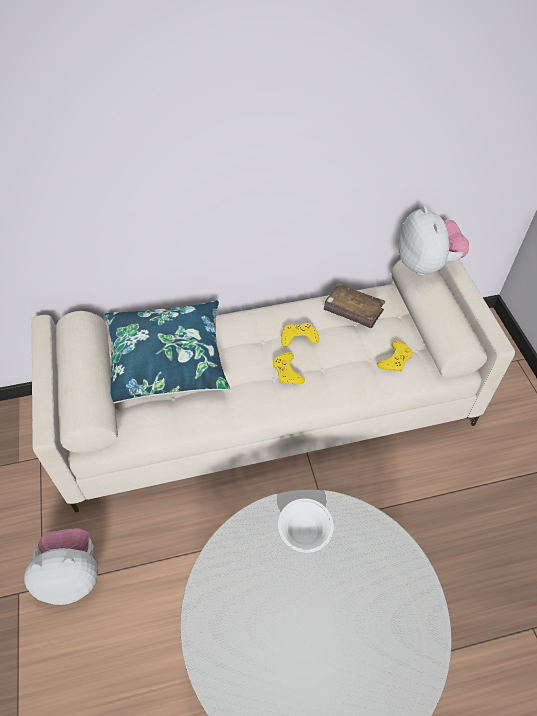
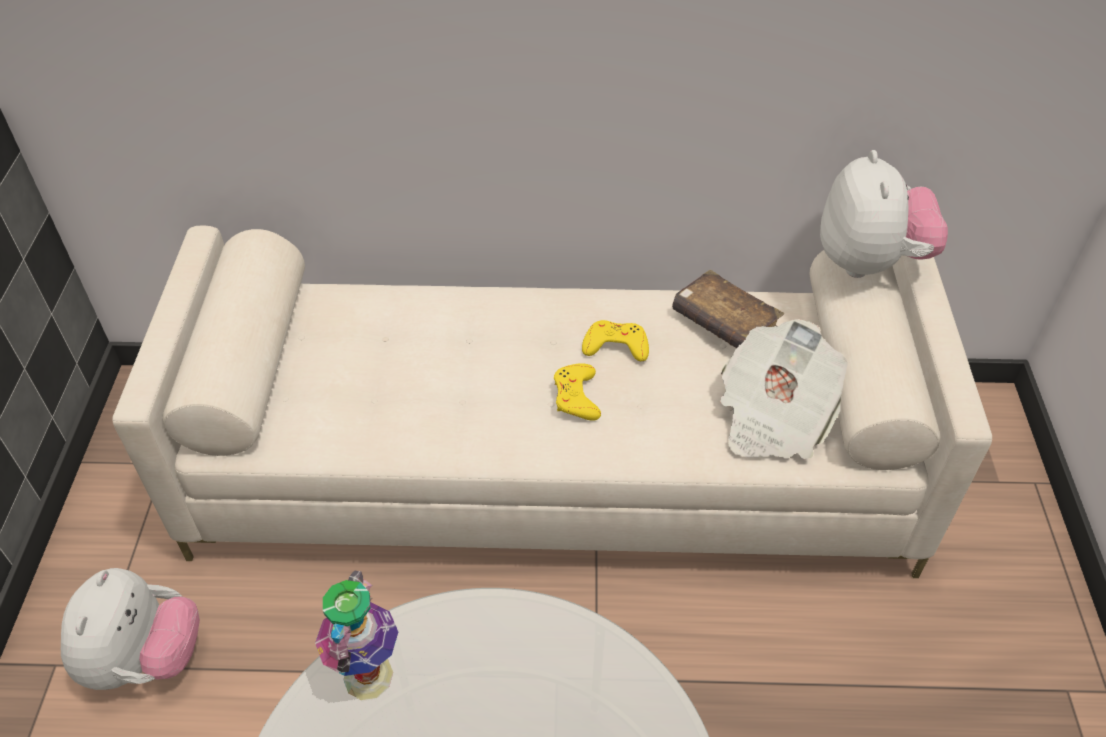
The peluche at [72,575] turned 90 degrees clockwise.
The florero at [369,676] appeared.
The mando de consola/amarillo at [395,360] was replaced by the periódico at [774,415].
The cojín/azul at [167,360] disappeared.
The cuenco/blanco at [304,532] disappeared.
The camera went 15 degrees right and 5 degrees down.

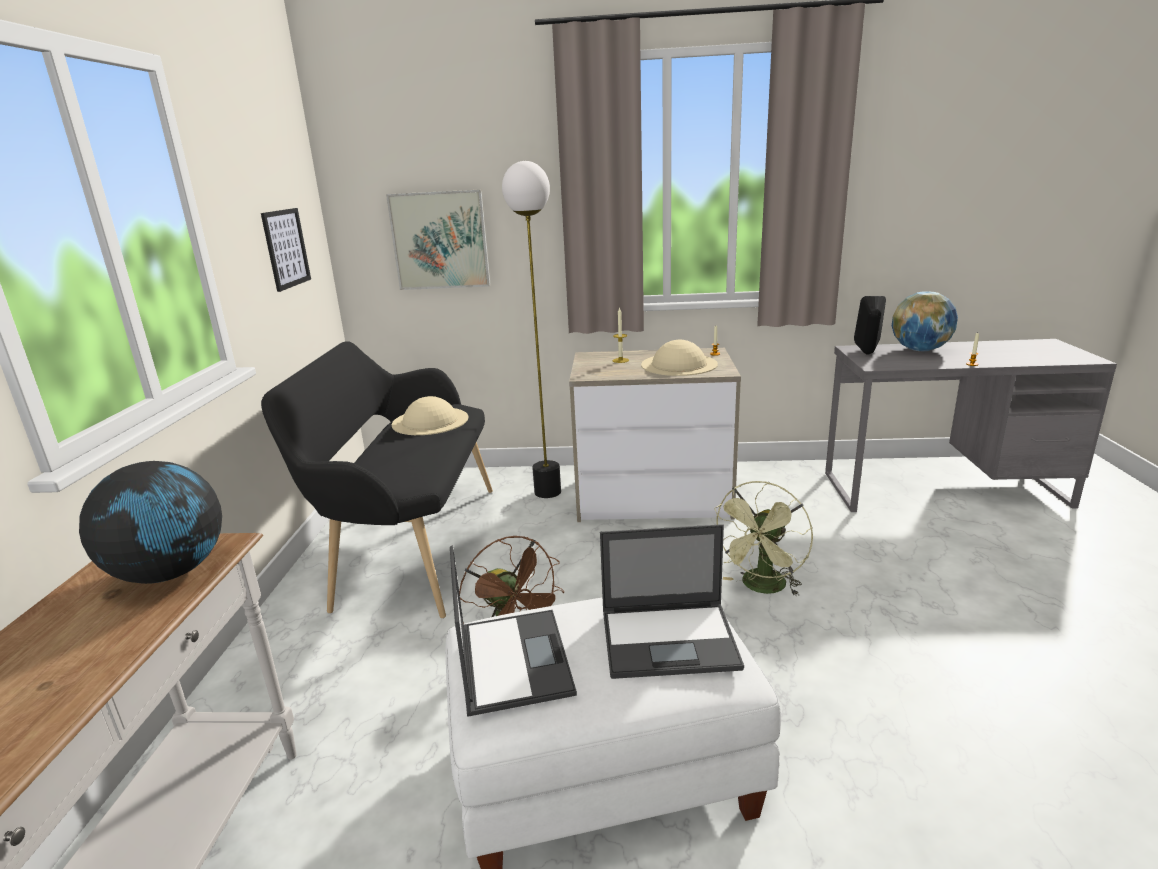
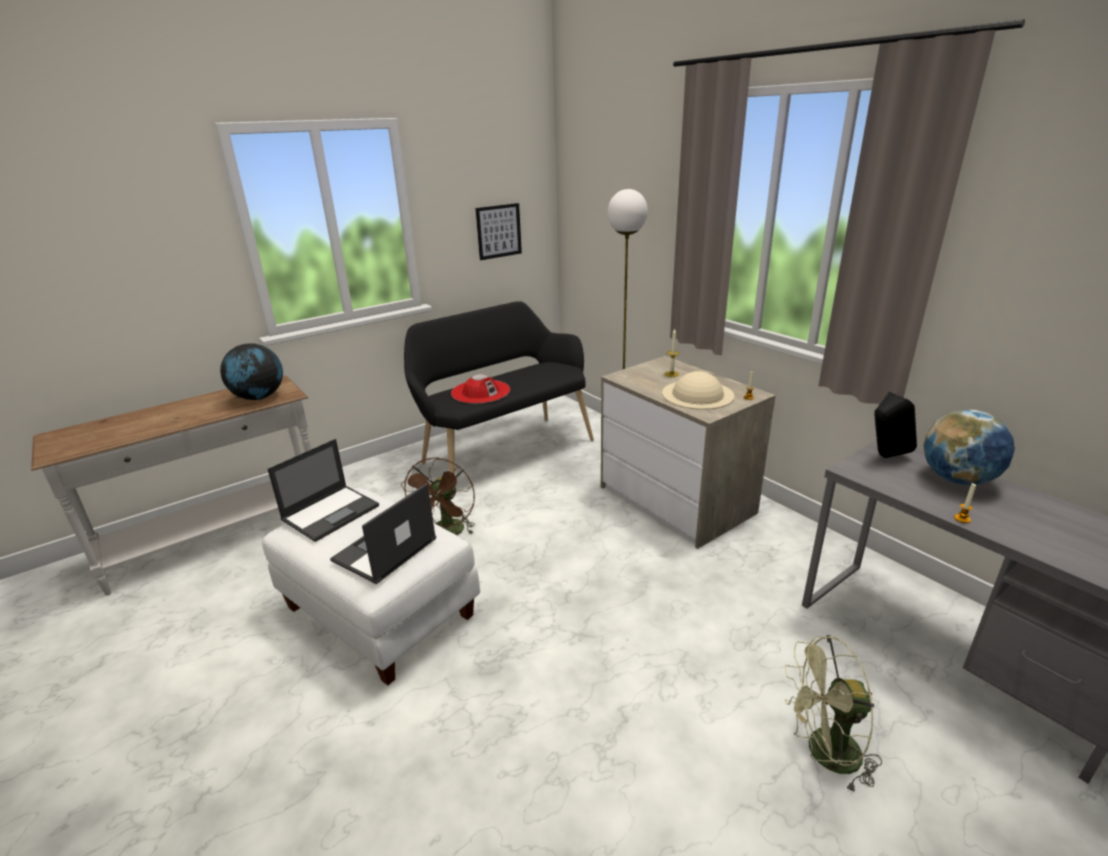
The portátil at [670,639] turned 75 degrees clockwise.
The sombrero/rojo at [480,392] appeared.
The ventilador/verde moved from [762,588] to [824,754].
The cuadro at [440,240] disappeared.
The sombrero/beis at [430,421] disappeared.
The camera went 50 degrees right and 5 degrees up.

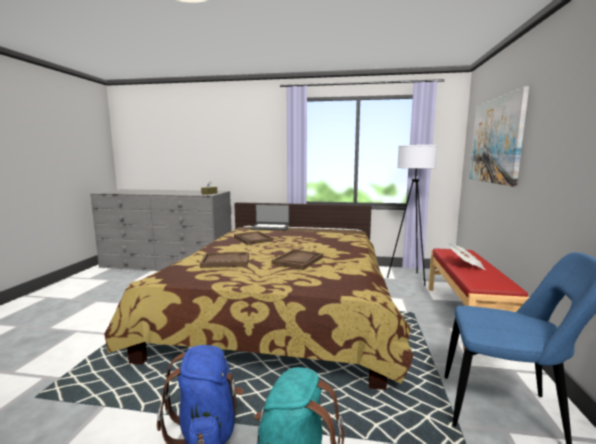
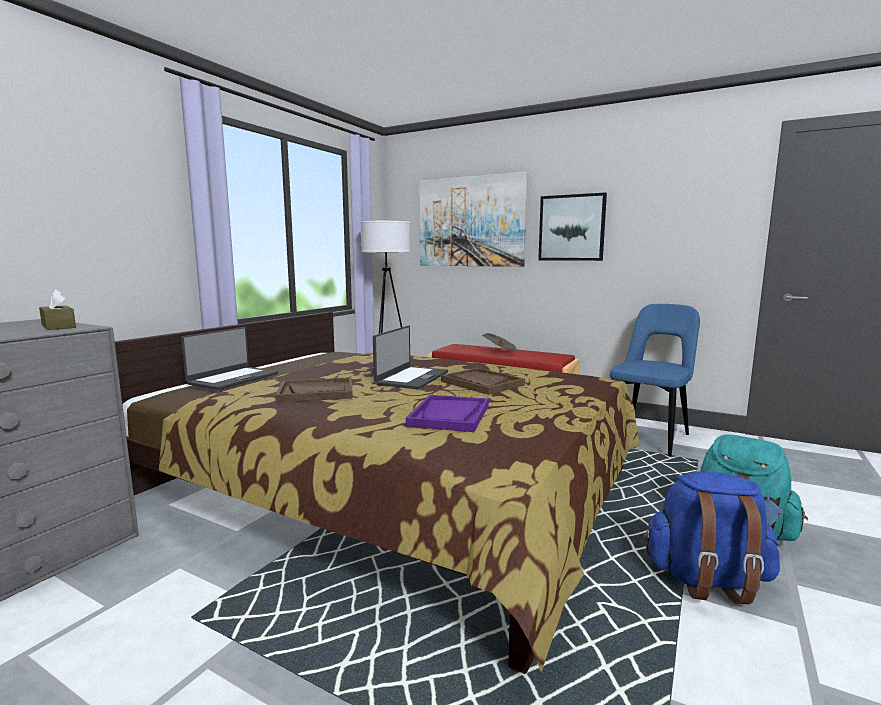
The portátil at [411,378] appeared.
The bandeja/marrón at [225,261] became the bandeja/morado at [449,415].
The cuadro at [571,228] appeared.
The camera went 70 degrees left and 0 degrees up.

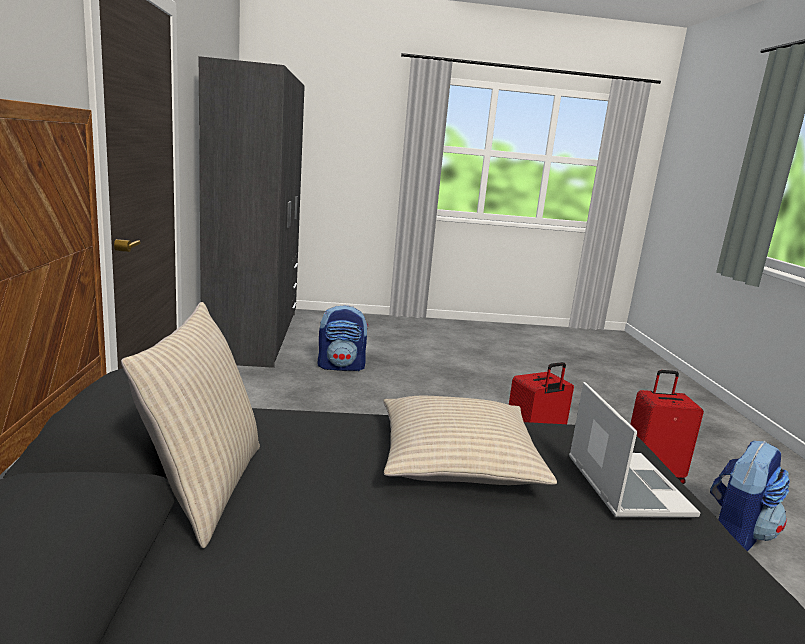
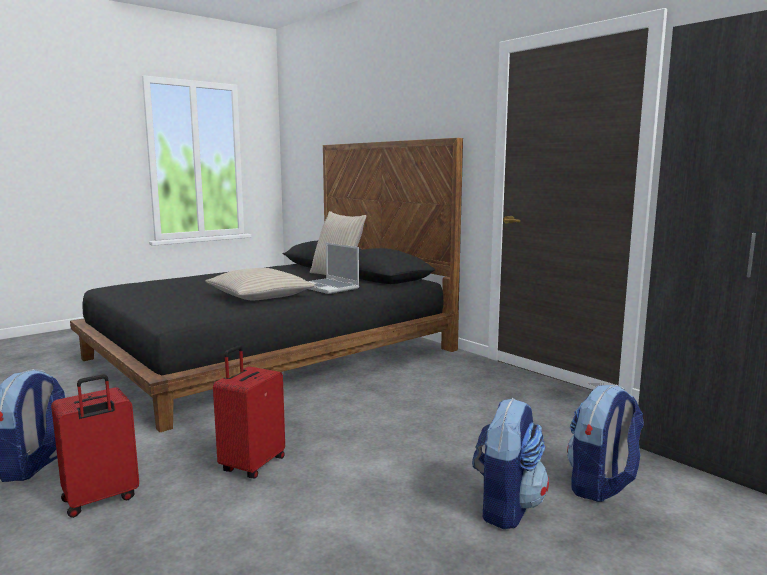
The portátil moved from [624,485] to [329,287].
The mochila at [506,507] appeared.
The camera went 145 degrees right and 5 degrees down.

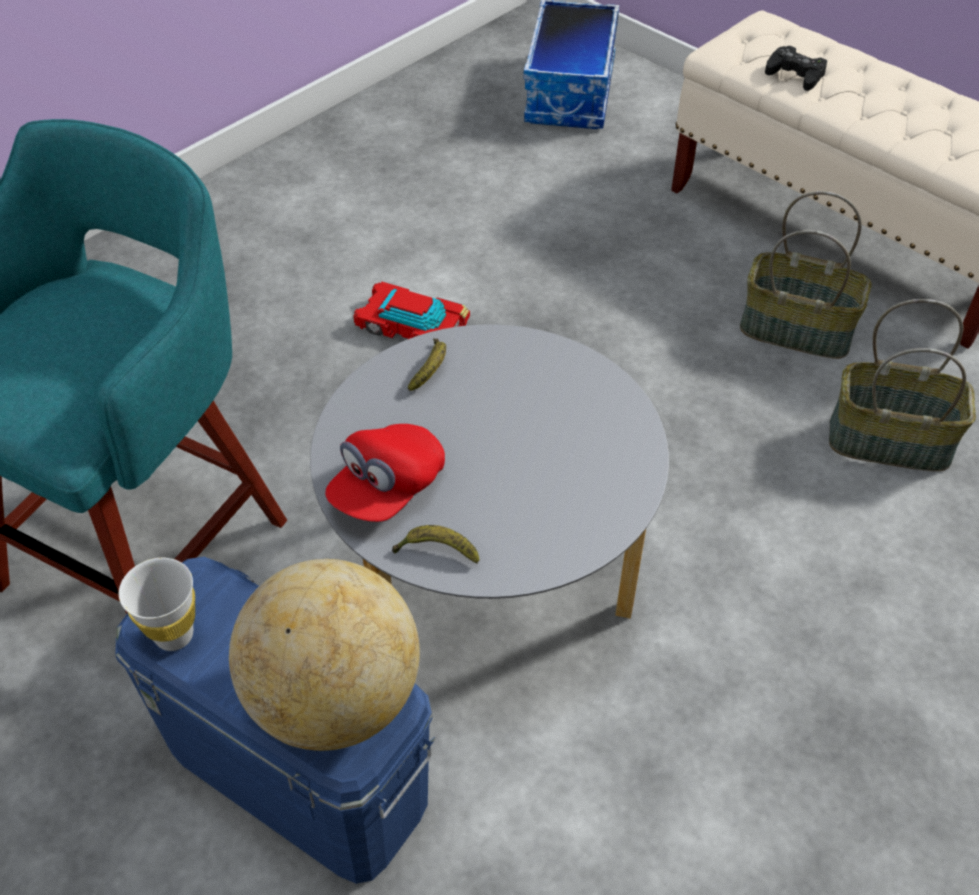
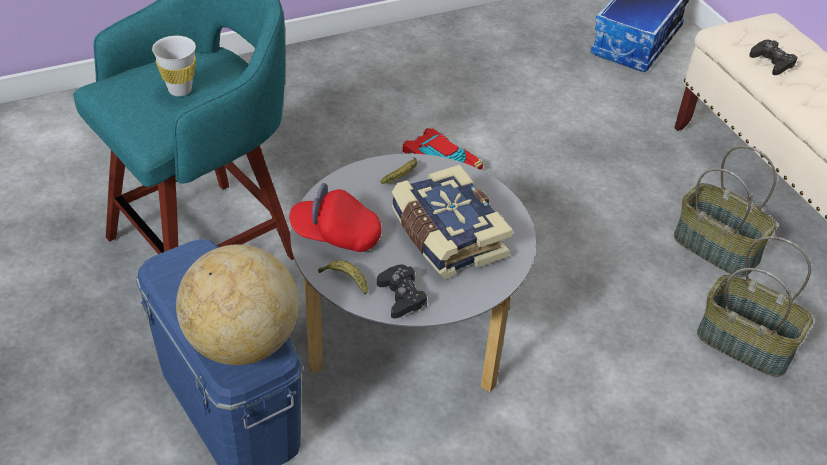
The taza/blanco moved from [174,635] to [180,90].
The gorra/rojo at [387,488] turned 45 degrees clockwise.
The mando de consola/negro at [401,296] appeared.
The libro at [446,237] appeared.
The camera went 20 degrees right and 5 degrees down.

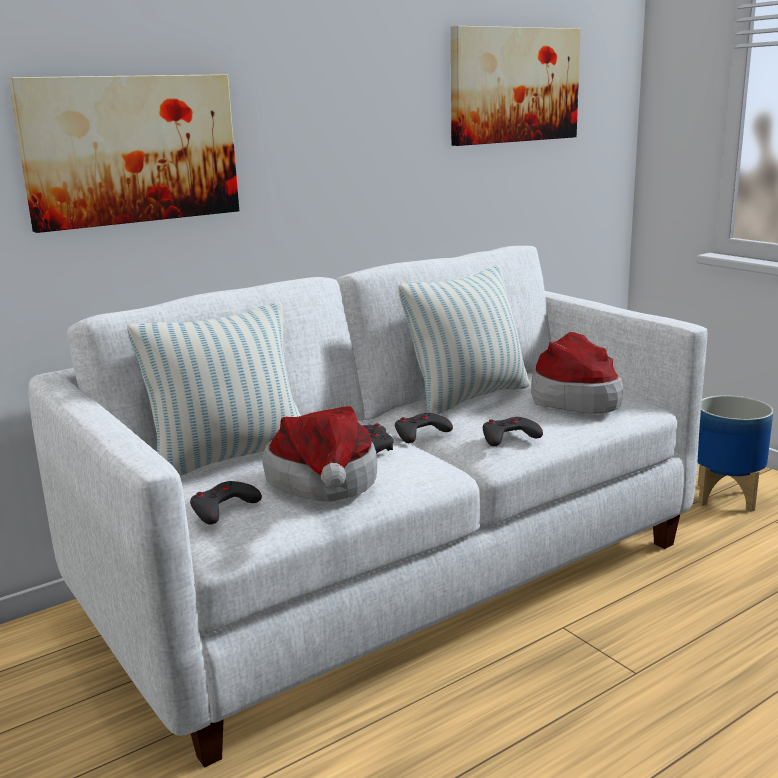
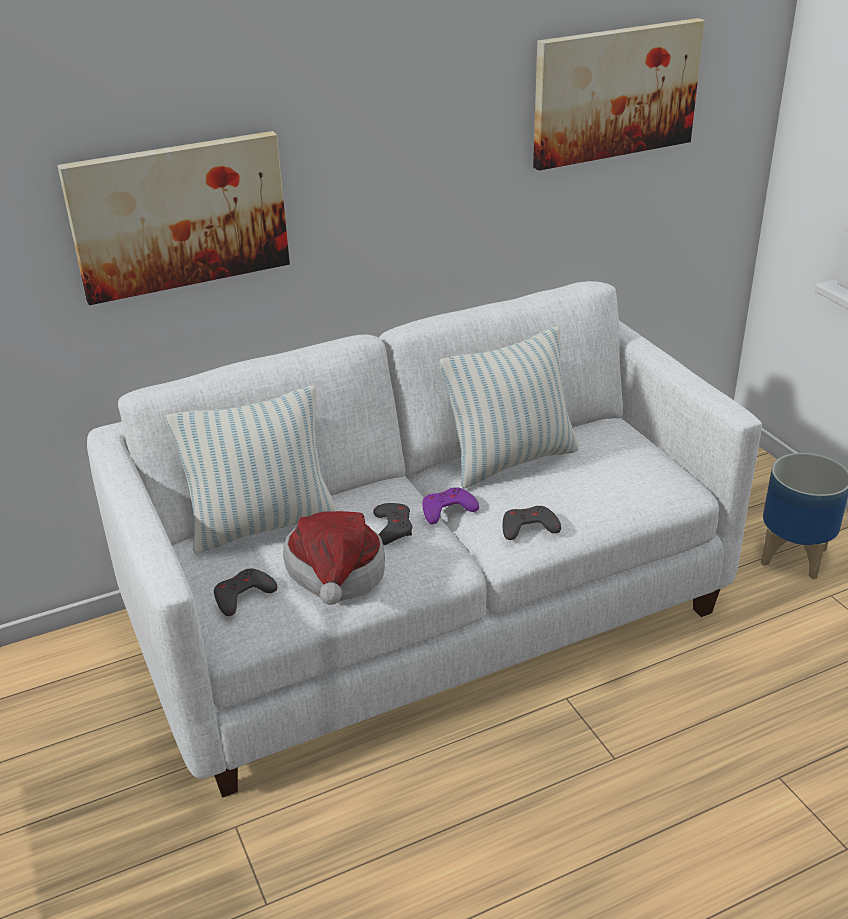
The mando de consola/gris at [420,433] became the mando de consola/morado at [447,510].
The sombrero at [575,398] disappeared.
The camera went 10 degrees right and 15 degrees up.

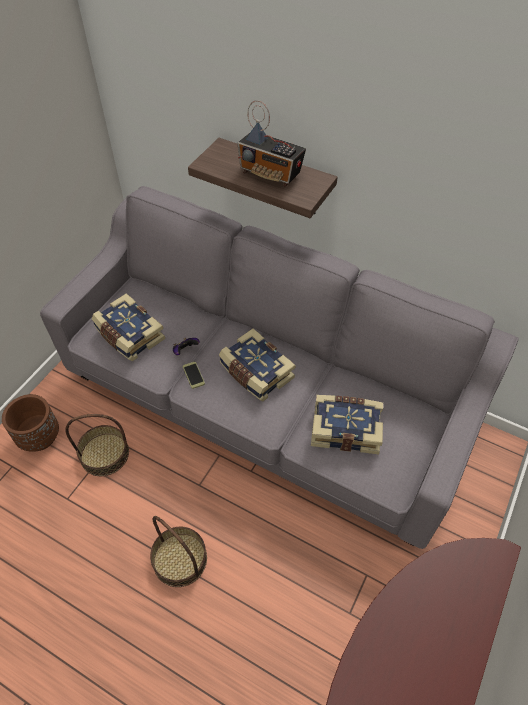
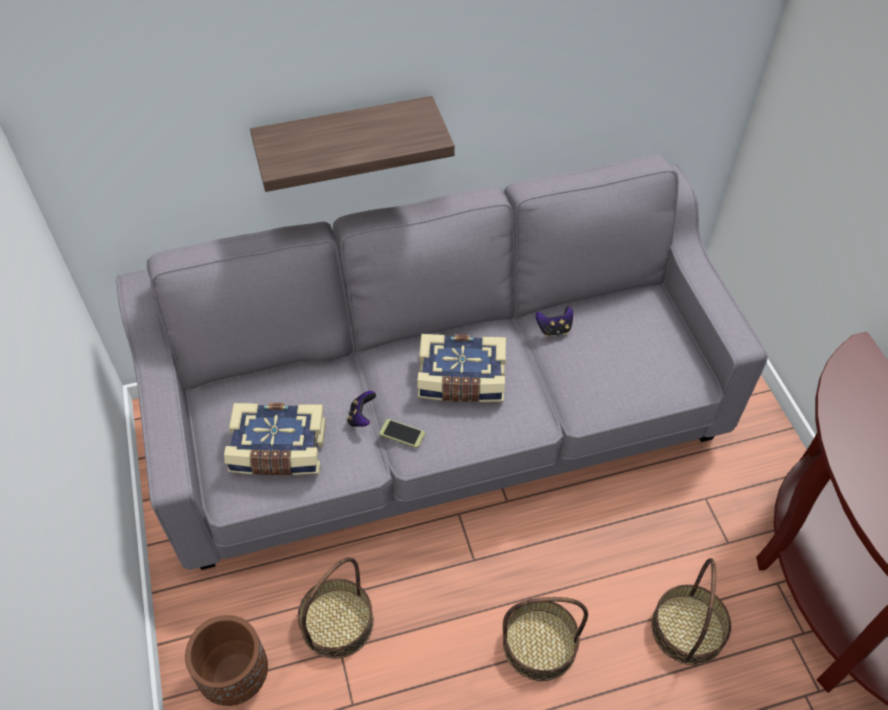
The mando de consola at [554,329] appeared.
The cesta at [688,629] appeared.
The radio at [271,174] disappeared.
The libro at [345,428] disappeared.
The camera went 45 degrees left and 0 degrees up.

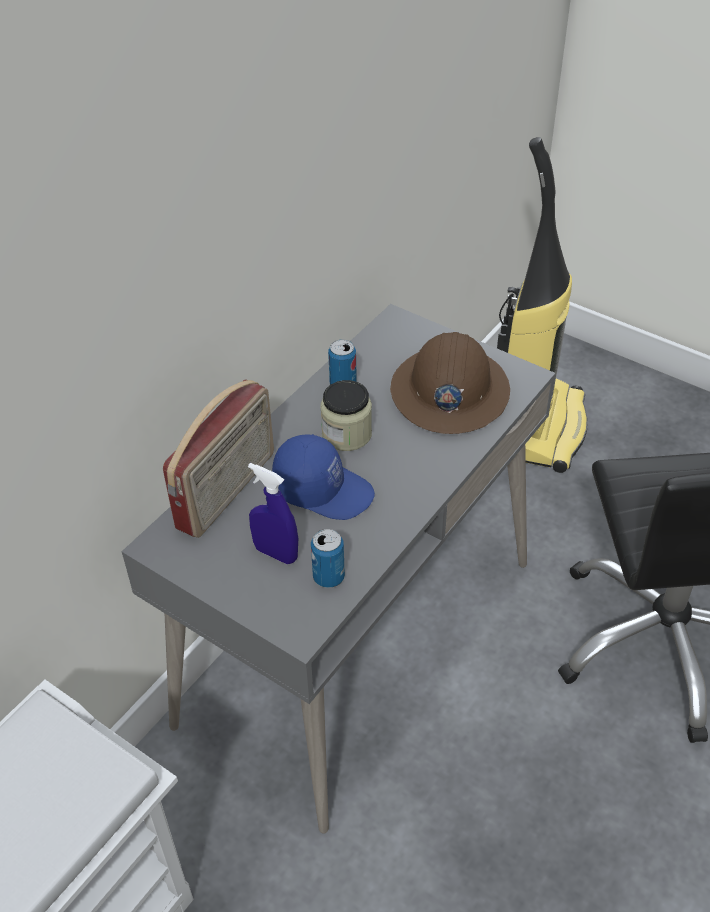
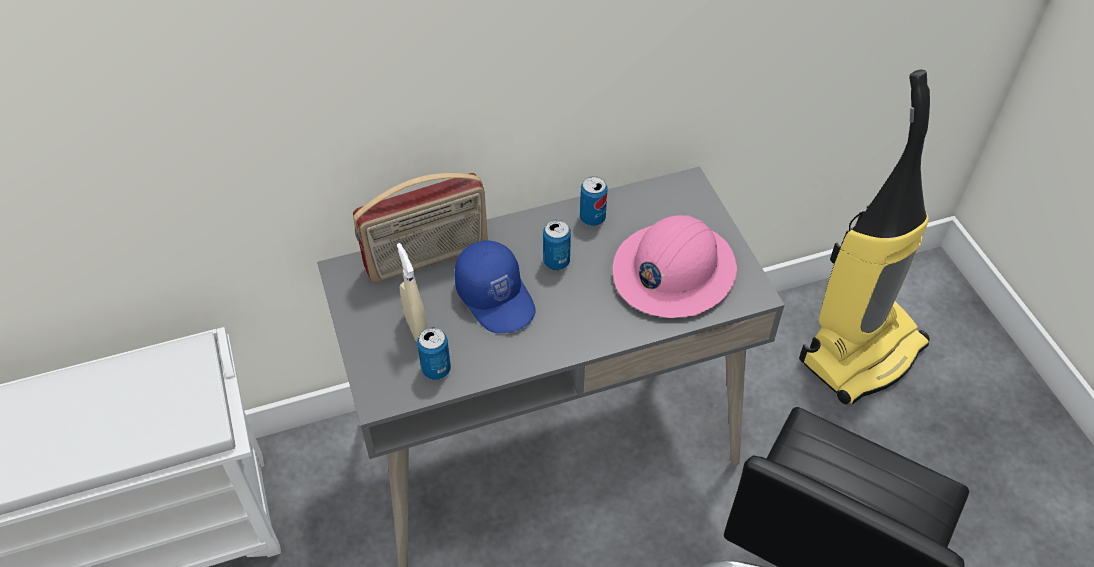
The pulverizador/azul at [276,553] became the pulverizador/beis at [416,327].
The tarro at [346,434] was replaced by the lata at [556,261].
The casco/marrón at [449,392] became the casco/rosa at [673,271].
The camera went 35 degrees right and 5 degrees up.

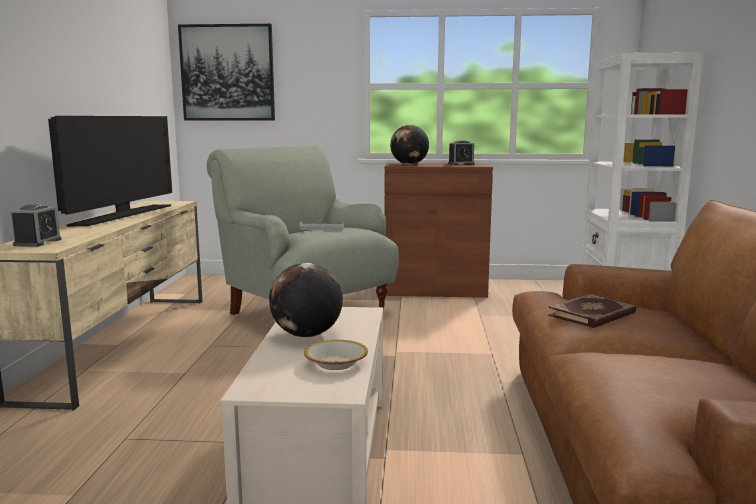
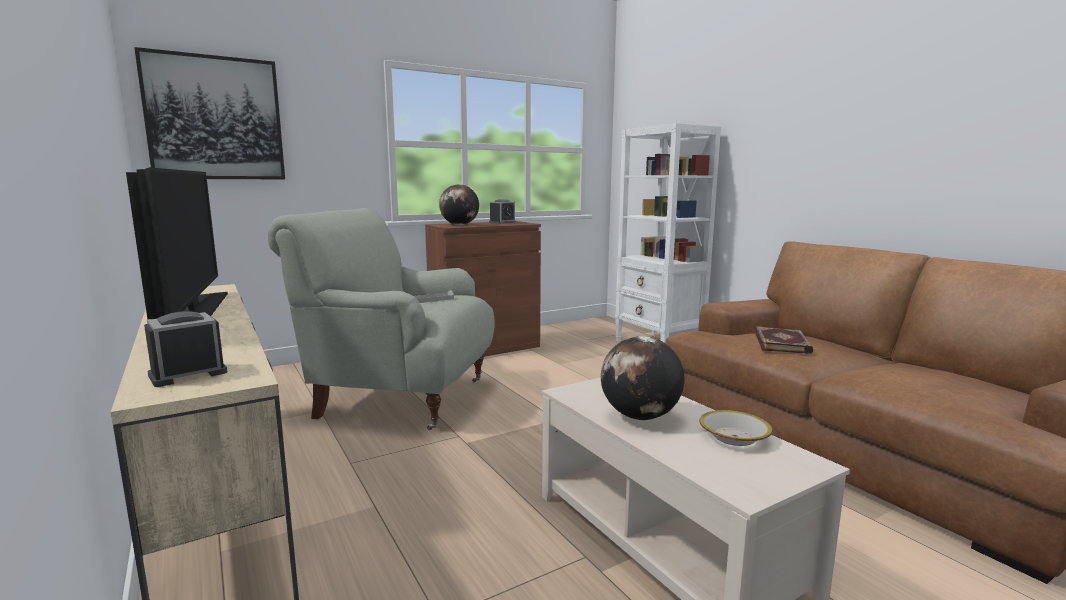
The despertador at [38,242] turned 105 degrees counterclockwise.
The camera went 35 degrees left and 0 degrees up.

